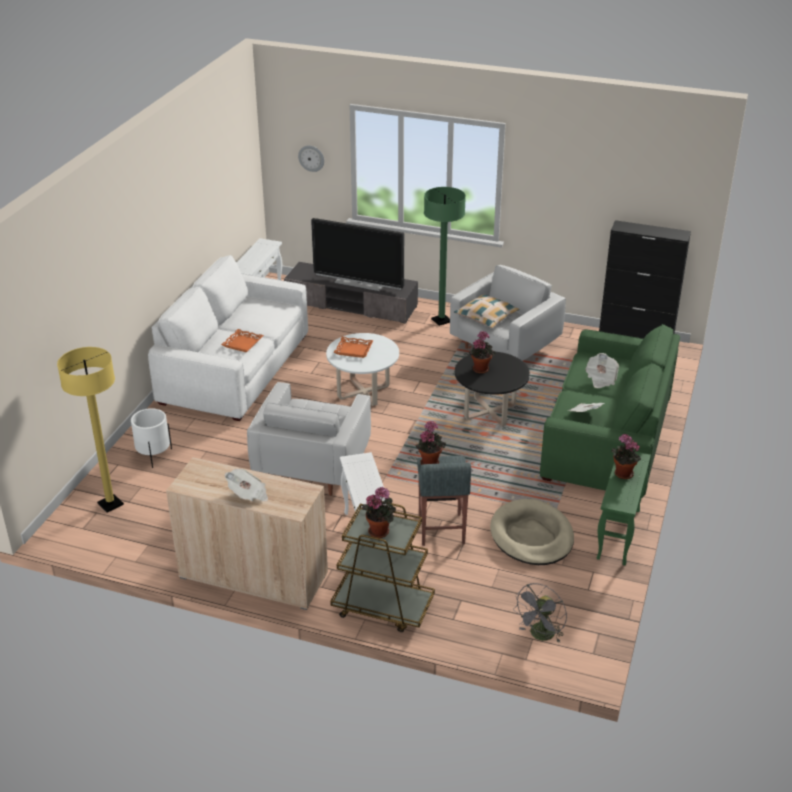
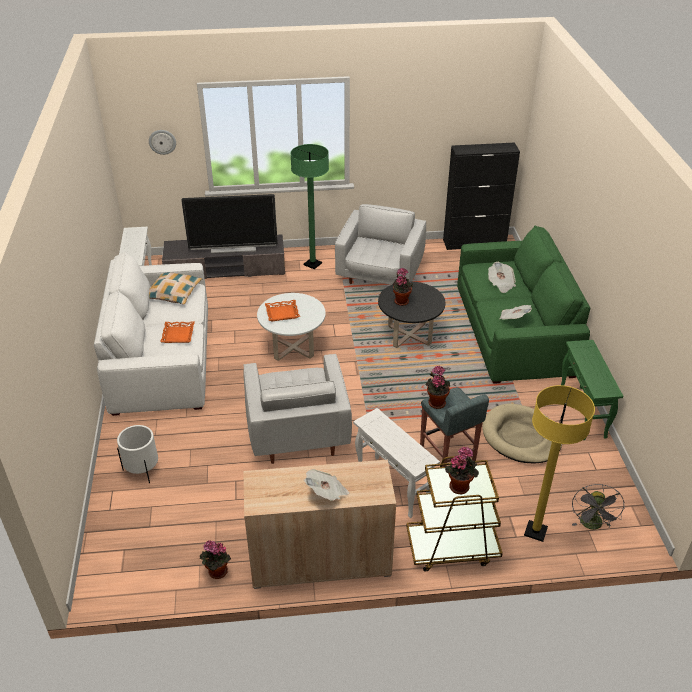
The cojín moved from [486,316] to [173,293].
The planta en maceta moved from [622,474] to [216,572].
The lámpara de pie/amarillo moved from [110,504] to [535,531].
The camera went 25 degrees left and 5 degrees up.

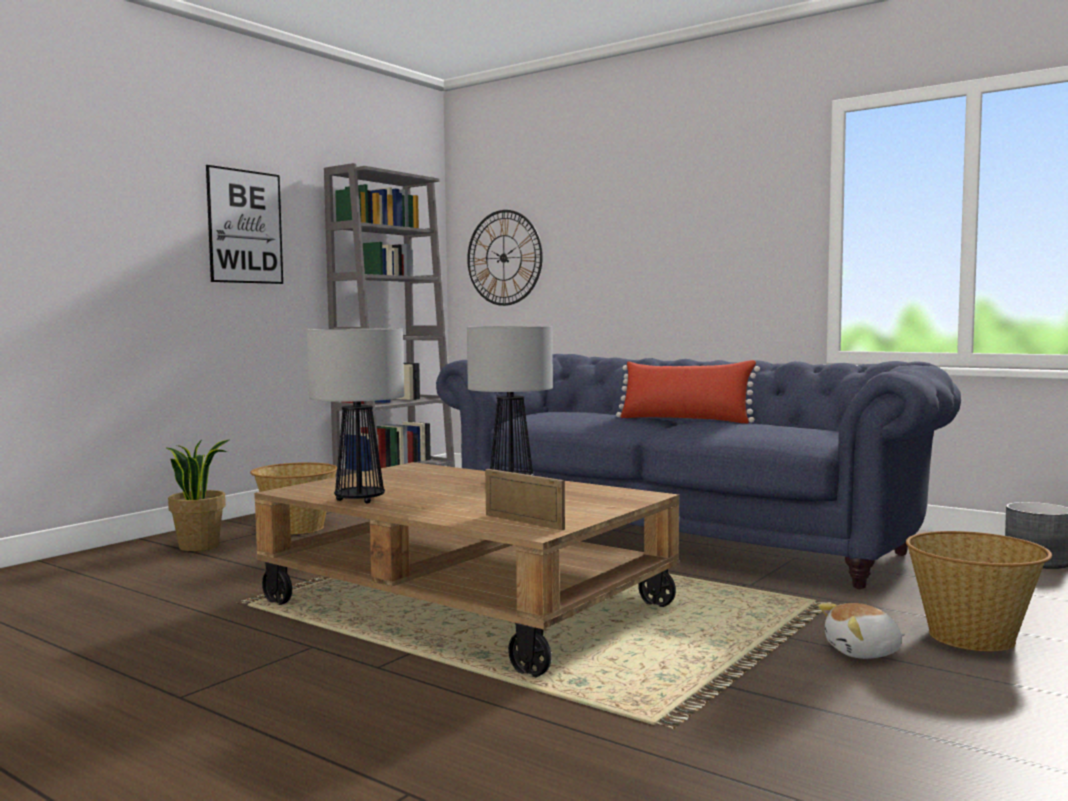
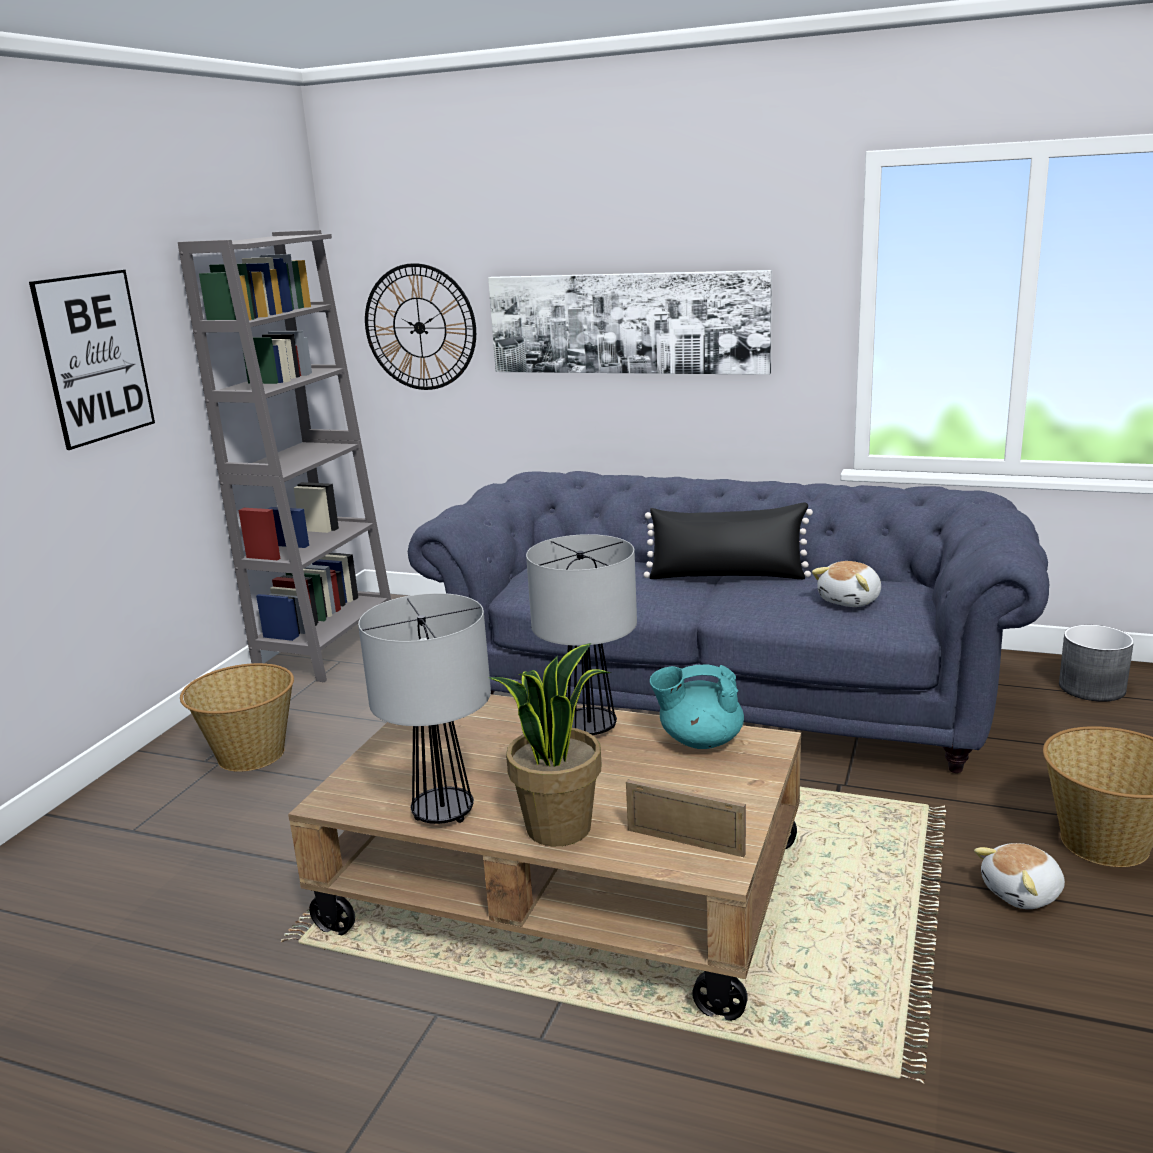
The cuadro at [626,323] appeared.
The planta en maceta moved from [199,546] to [558,827].
The cojín/rojo at [685,420] became the cojín/negro at [727,576].
The tetera/turquesa at [699,741] appeared.
The peluche at [851,601] appeared.
The camera went 15 degrees left and 15 degrees up.

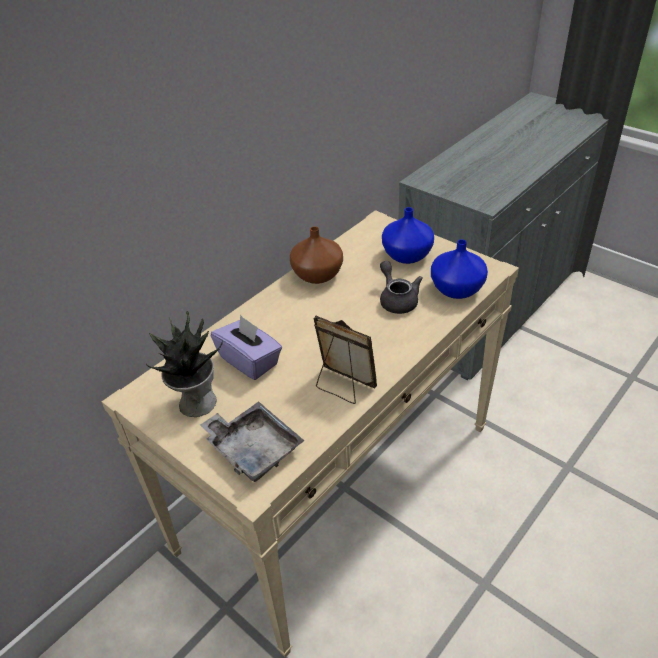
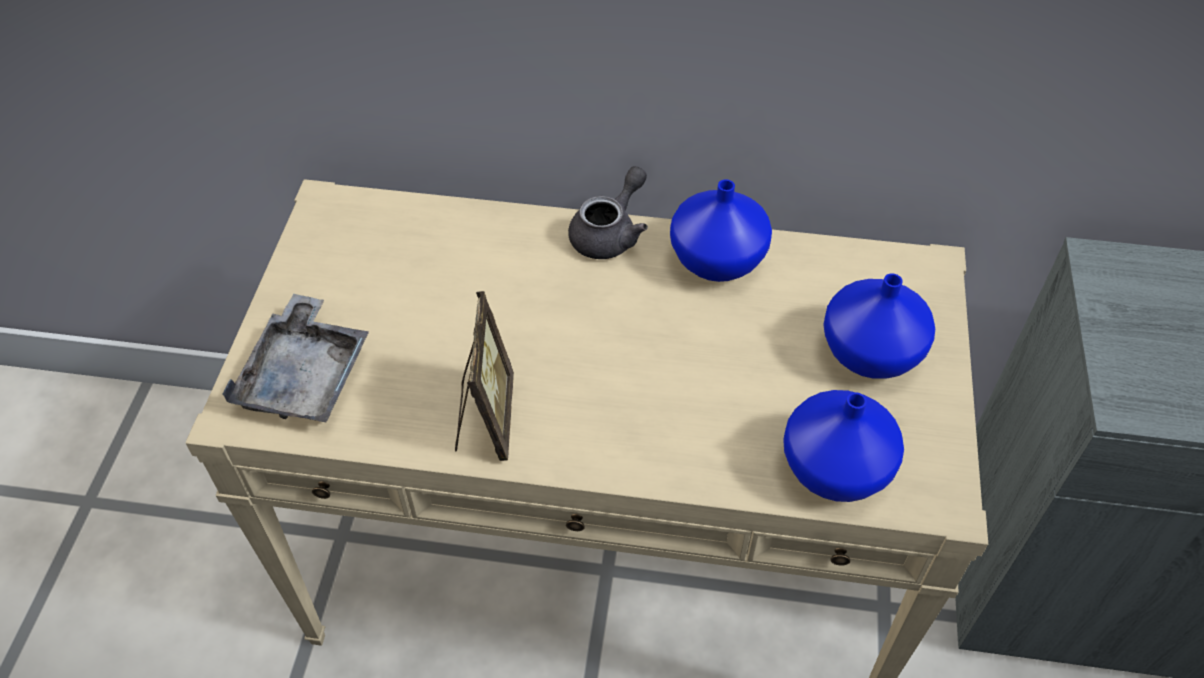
The tetera/gris moved from [397,299] to [610,233].
The florero/marrón at [316,275] became the florero/azul at [716,258].
The planta en maceta at [196,402] disappeared.
The caja de pañuelos/morado at [250,361] disappeared.
The camera went 55 degrees right and 10 degrees up.

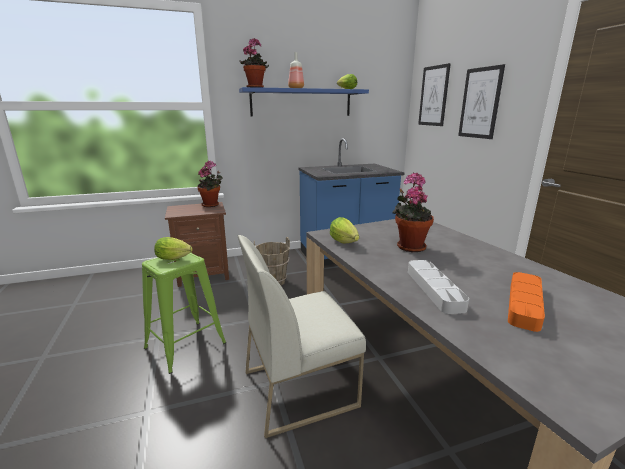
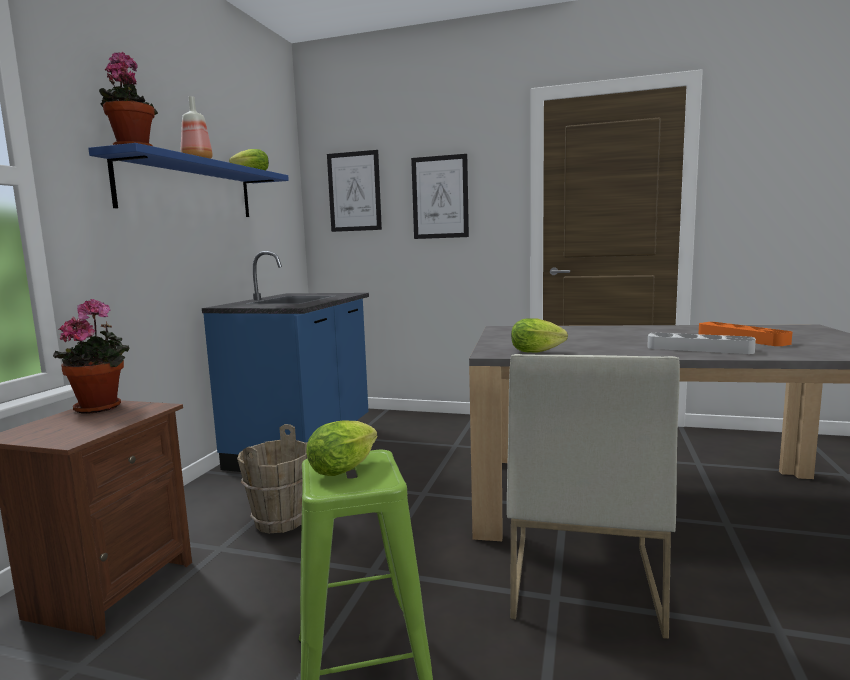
The planta en maceta at [409,246] disappeared.
The camera went 55 degrees left and 10 degrees down.

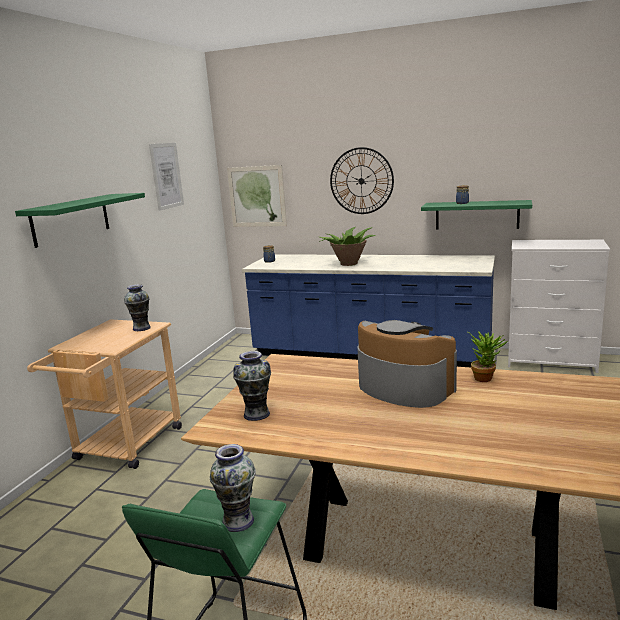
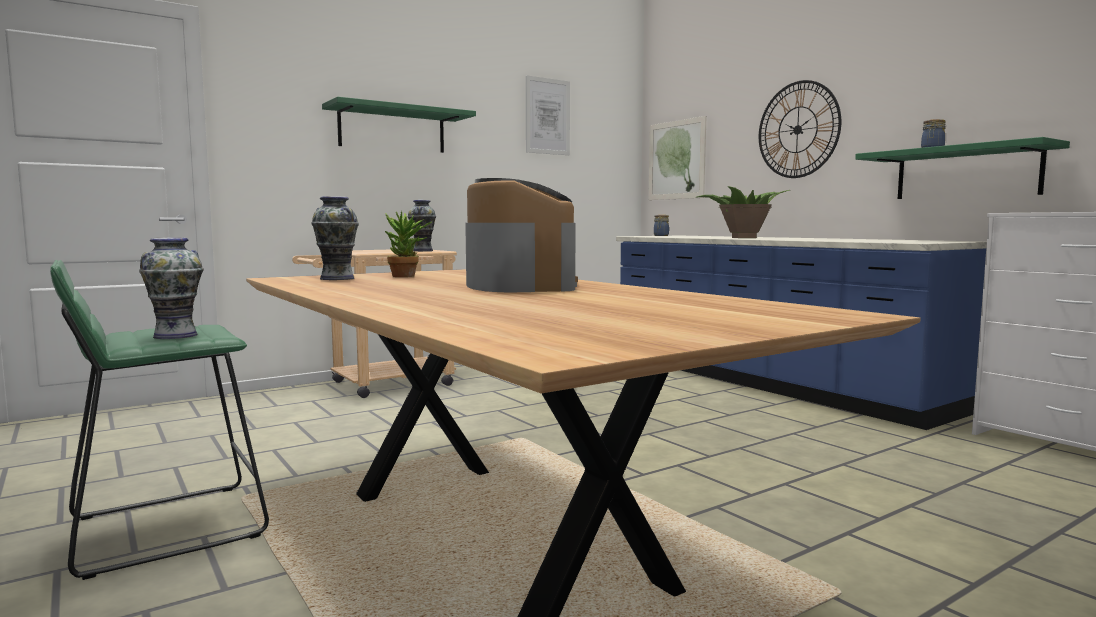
The planta en maceta moved from [486,378] to [408,276].
The camera went 35 degrees right and 10 degrees down.

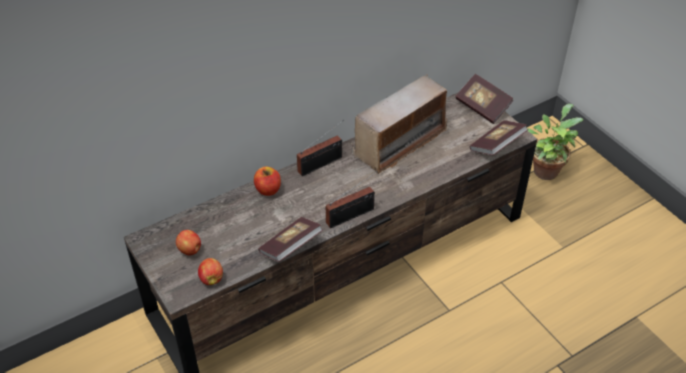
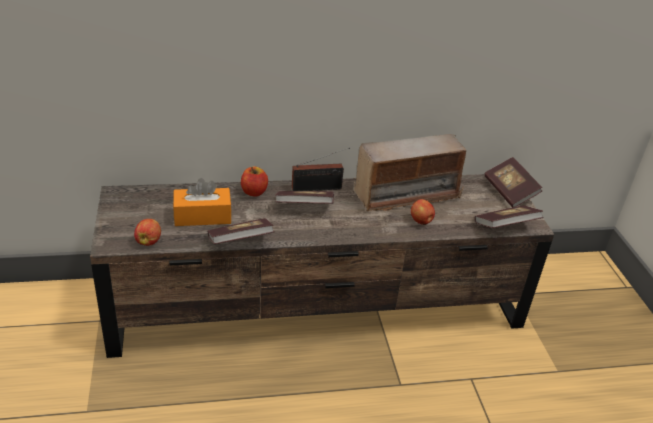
The caja de pañuelos/naranja at [202,216] appeared.
The libro at [304,207] appeared.
The manzana moved from [190,250] to [421,221].
The radio at [353,215] disappeared.
The planta en maceta at [545,169] disappeared.
The camera went 20 degrees right and 10 degrees down.

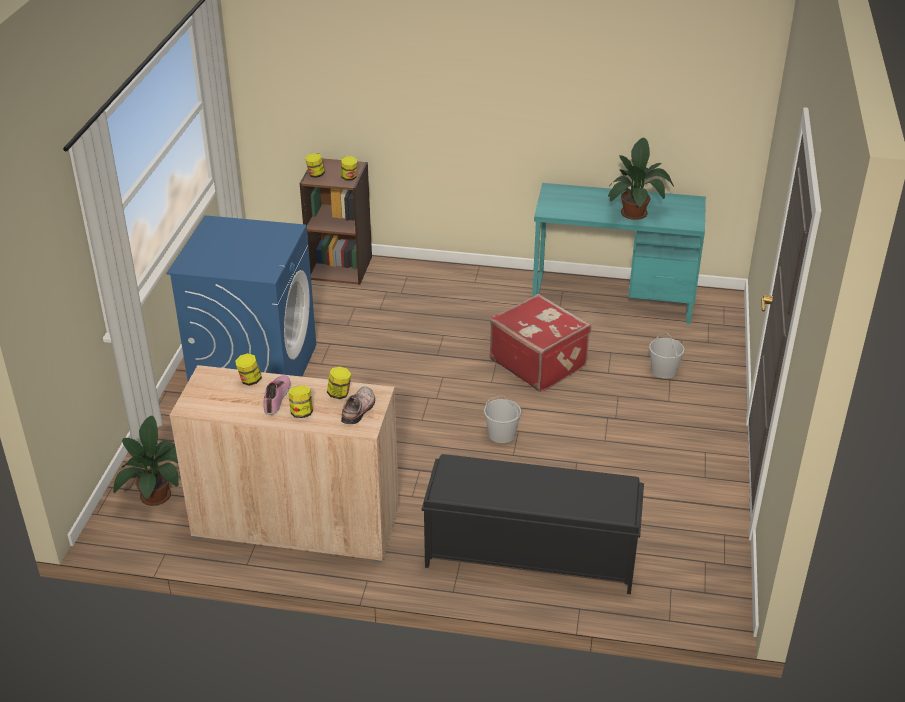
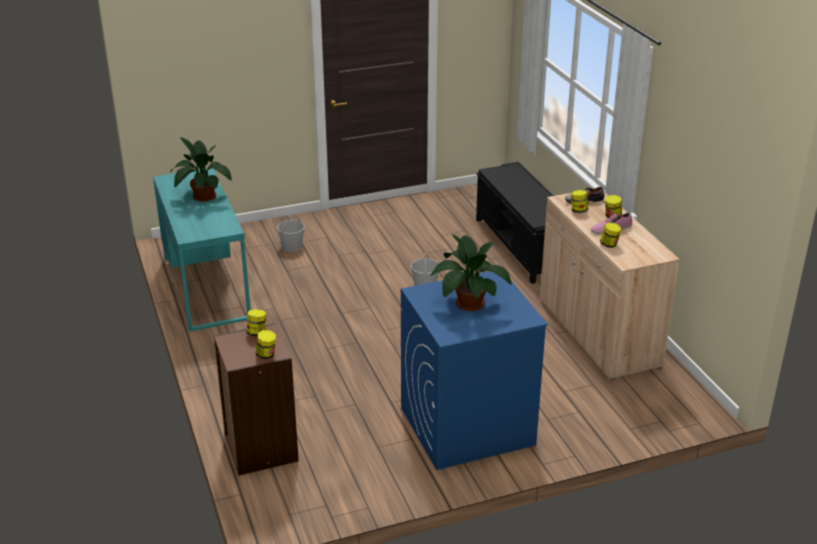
The planta en maceta moved from [158,493] to [467,302].
The maleta/rojo at [538,362] disappeared.
The camera went 120 degrees left and 5 degrees down.

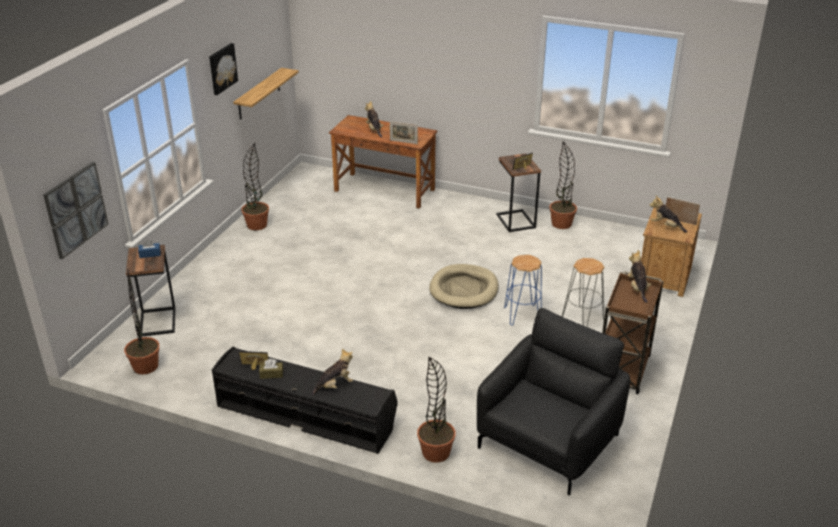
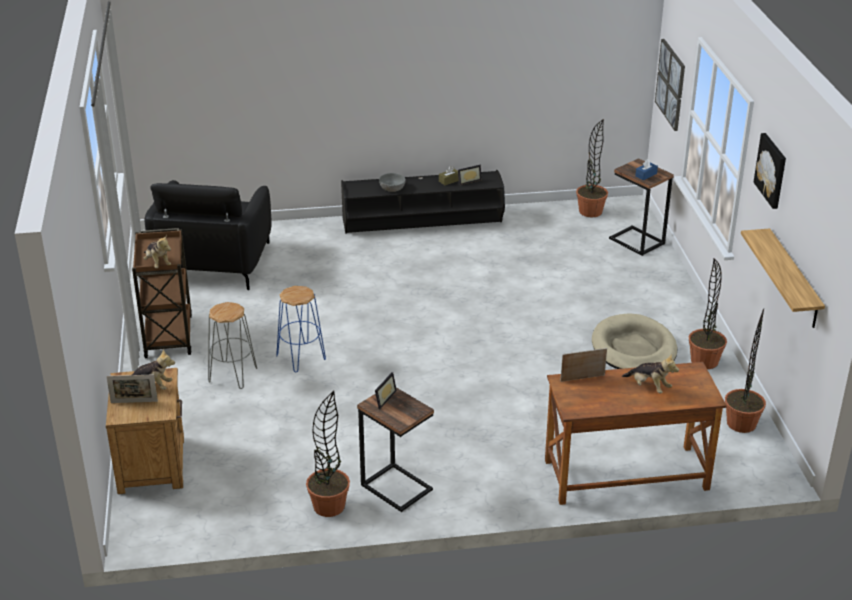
The peluche at [335,385] was replaced by the cuenco/gris at [392,188].
The cama para perro/beis moved from [464,289] to [634,349].
The planta en maceta moved from [436,452] to [741,423].
The camera went 150 degrees right and 0 degrees up.

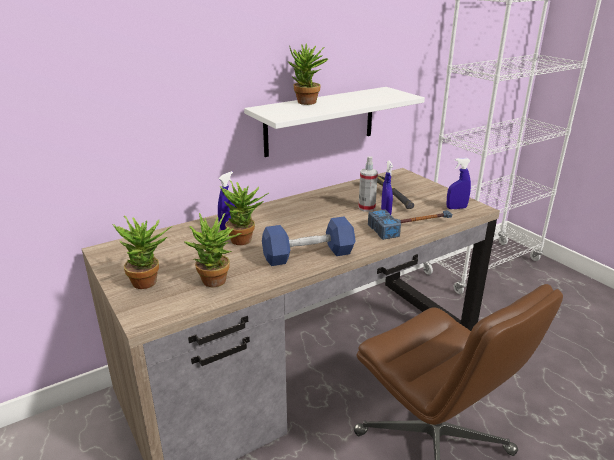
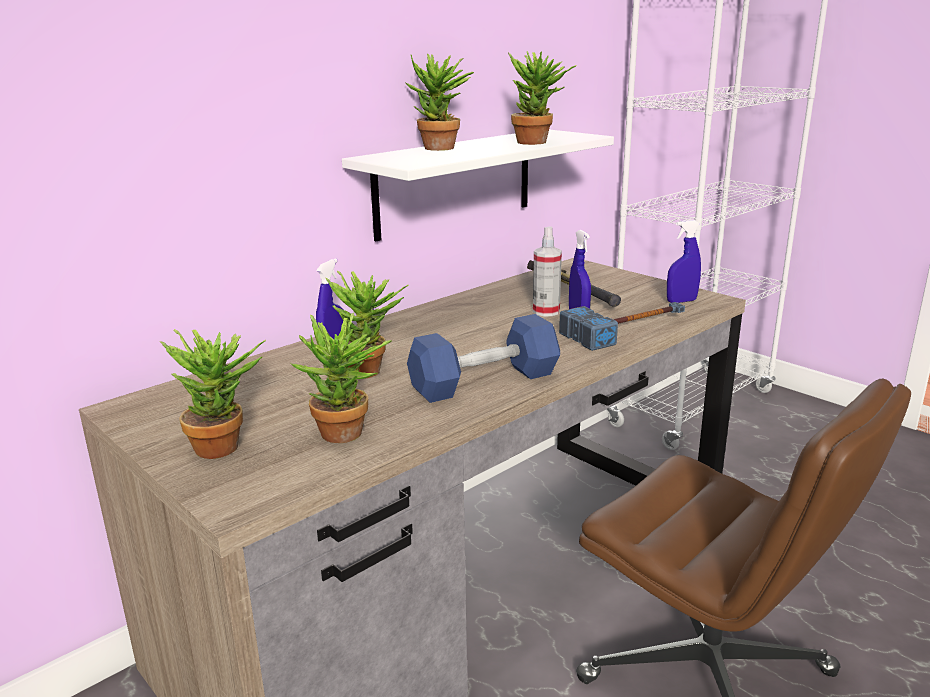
The planta en maceta at [538,142] appeared.
The camera went 10 degrees left and 5 degrees down.

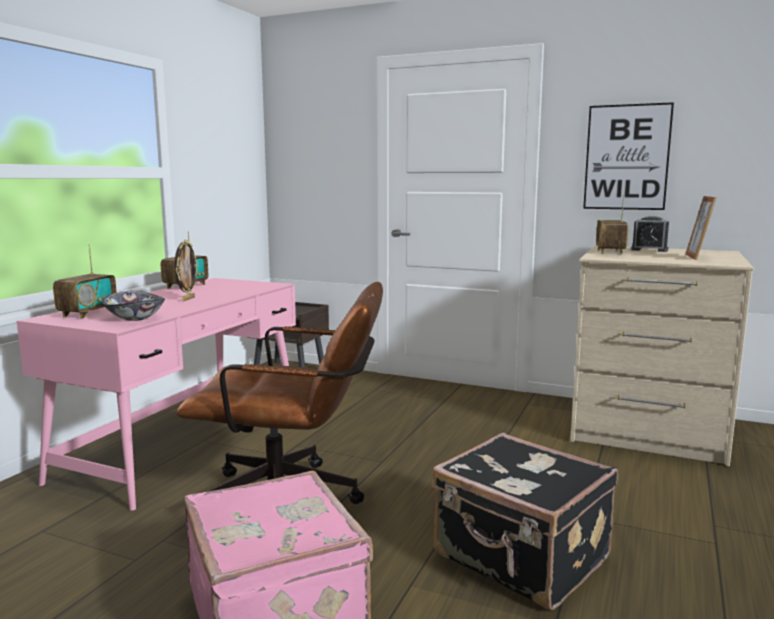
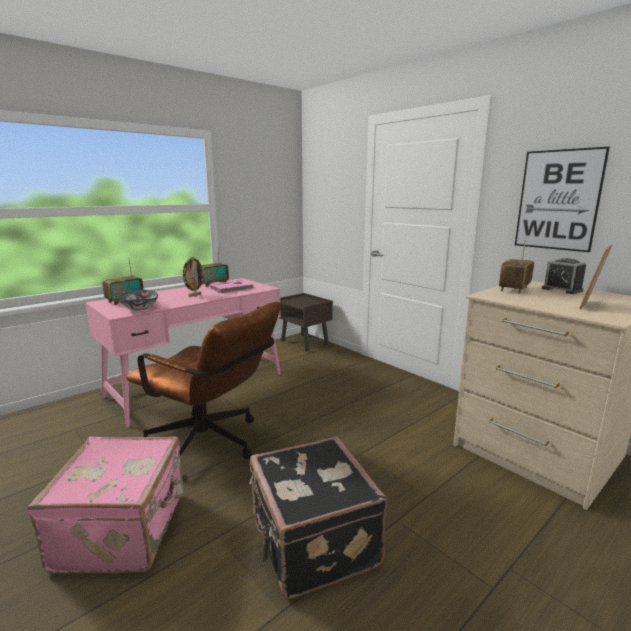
The libro/rosa at [232,288] appeared.
The camera went 25 degrees right and 5 degrees up.

